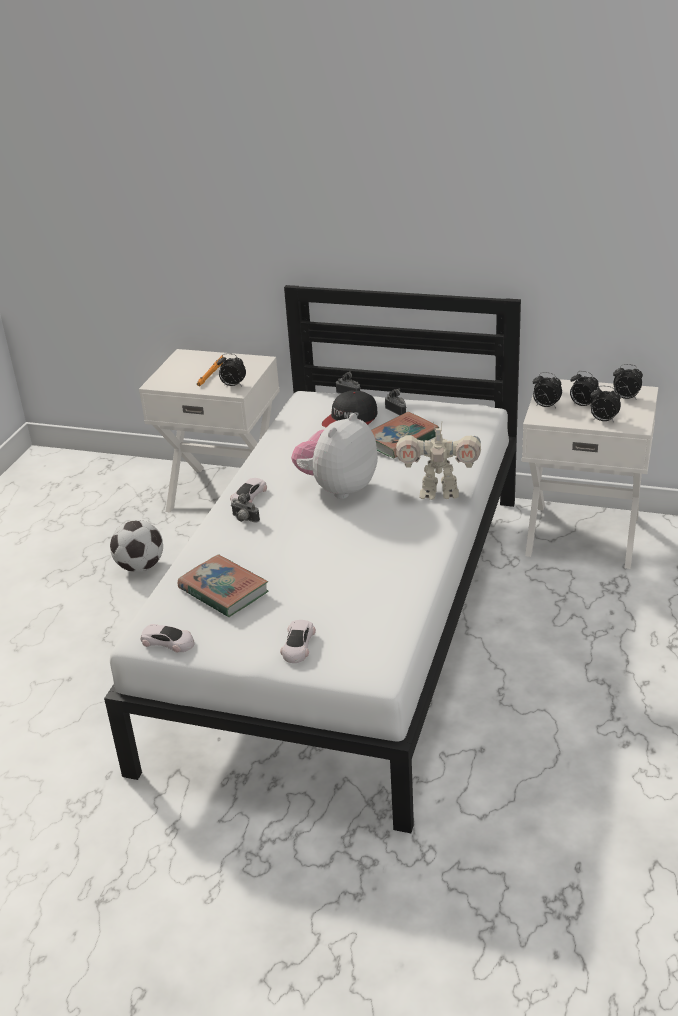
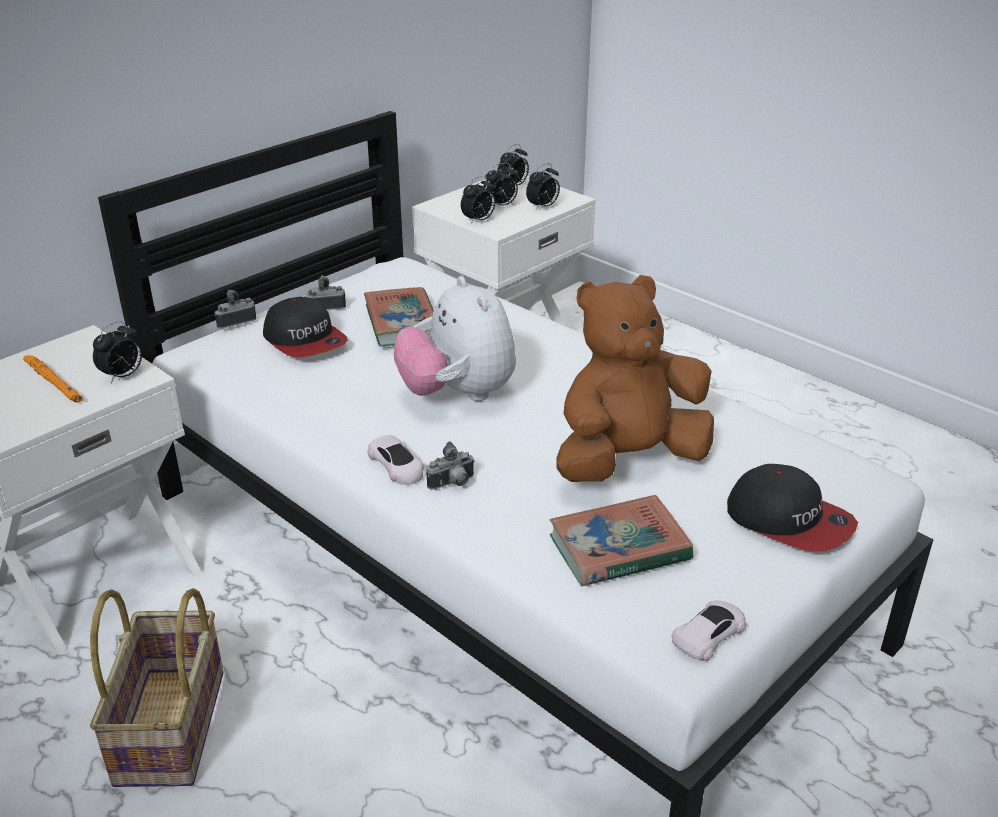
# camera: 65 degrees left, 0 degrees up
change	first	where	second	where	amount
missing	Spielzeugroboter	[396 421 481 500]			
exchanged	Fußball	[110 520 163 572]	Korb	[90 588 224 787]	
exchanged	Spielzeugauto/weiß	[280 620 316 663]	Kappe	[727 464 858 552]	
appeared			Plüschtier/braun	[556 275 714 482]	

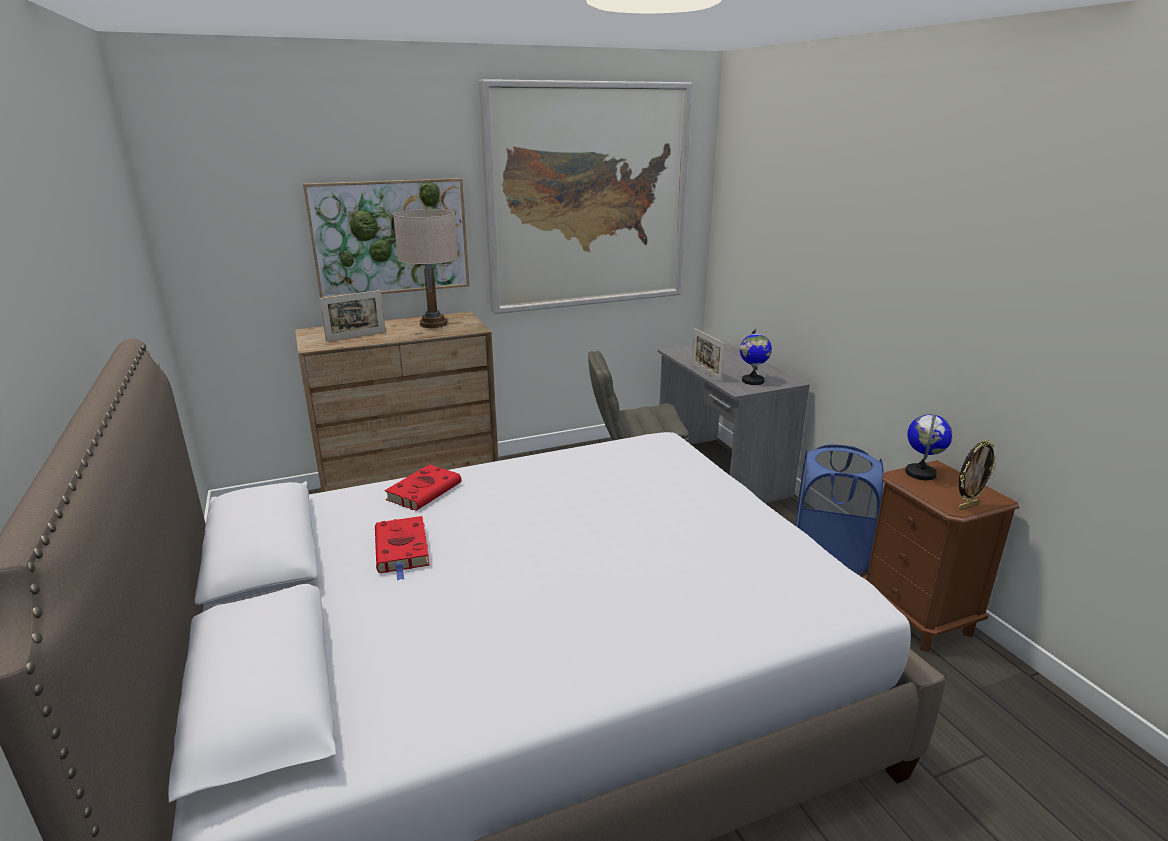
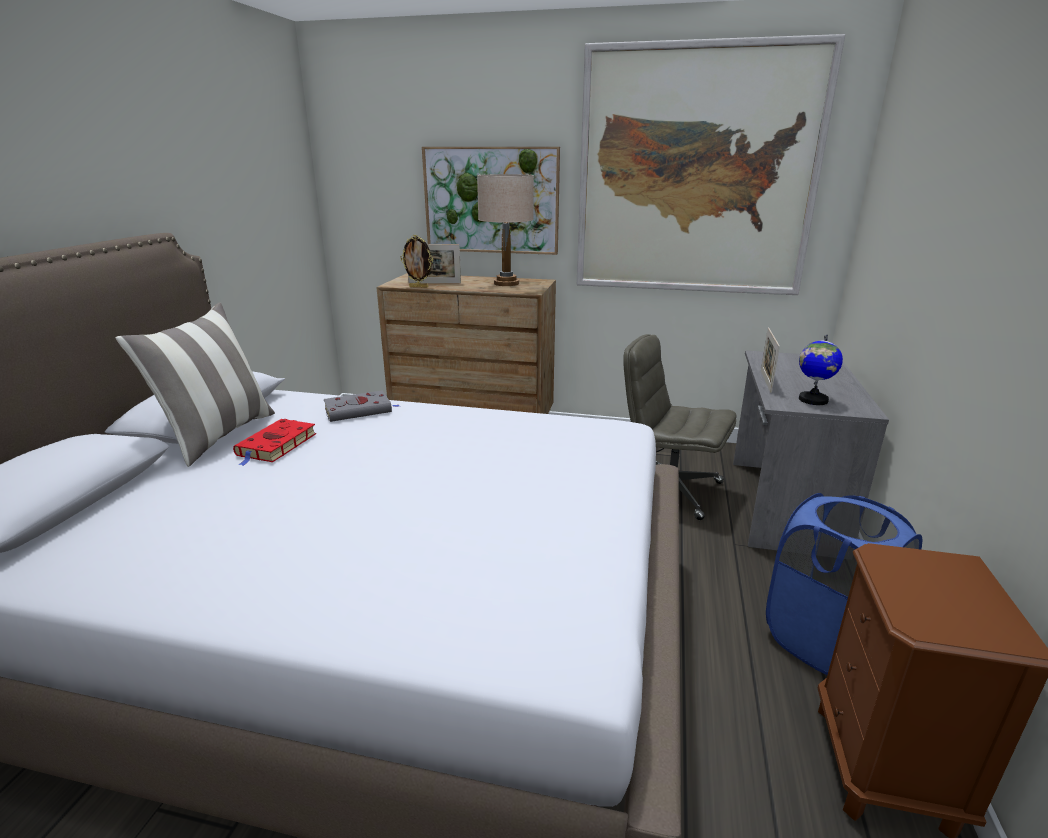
# camera: 35 degrees right, 0 degrees up
change	first	where	second	where	amount
missing	Globus	[905 414 953 480]			
relocated	Bilderrahmen	[959 440 996 510]		[400 235 433 288]	
colour	Buch/rot	[384 464 461 511]	Buch/grau	[324 390 399 422]	
appeared			Kissen	[116 303 275 467]	

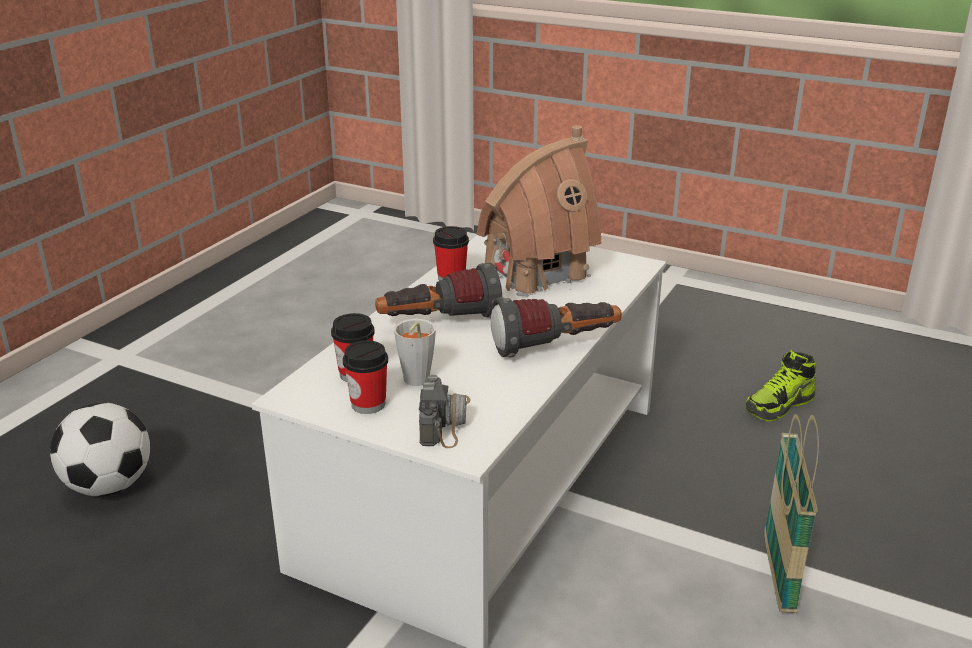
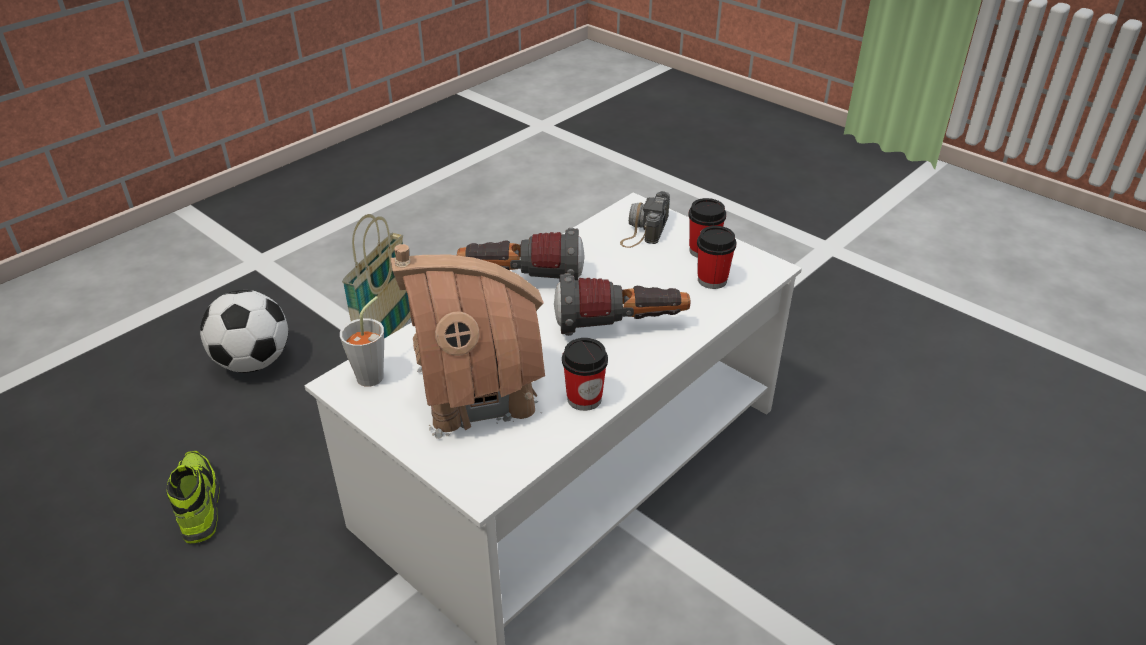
# camera: 165 degrees left, 10 degrees up
change	first	where	second	where	amount
relocated	Tasse/grau	[394 319 436 386]		[340 296 384 387]	
spun	Schuh	[746 350 816 421]		[167 451 220 543]	90 degrees counterclockwise
relocated	Fußball	[50 402 150 497]		[200 290 288 373]	

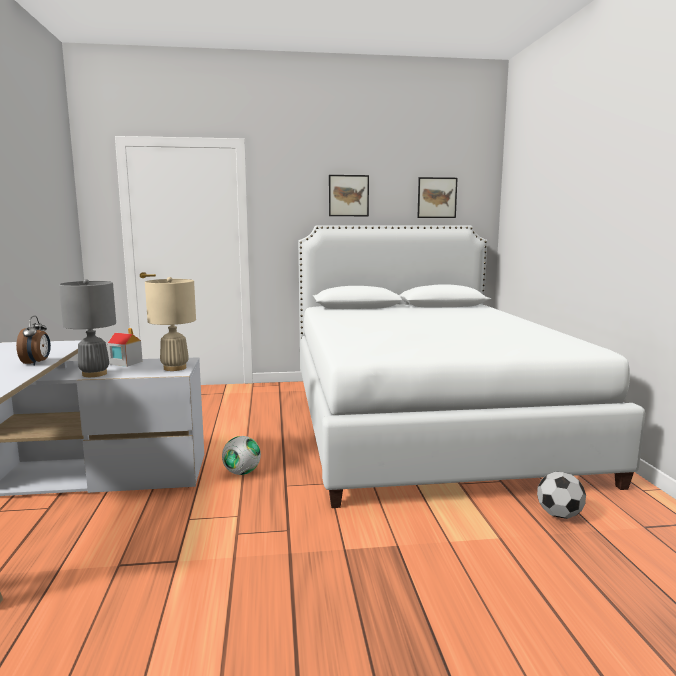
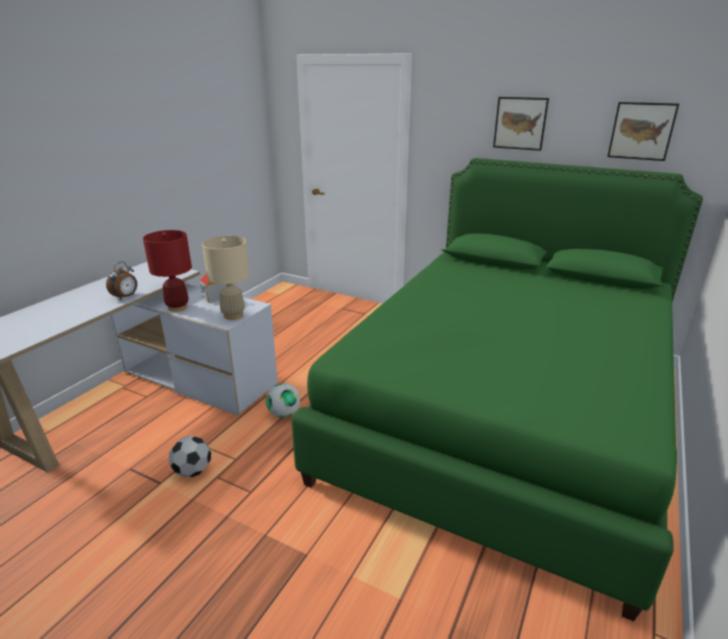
# camera: 35 degrees right, 15 degrees up
change	first	where	second	where	amount
colour	Bett/weiß	[298 225 645 508]	Bett/grün	[291 158 703 621]	
colour	Tischlampe/grau	[59 279 116 377]	Tischlampe/rot	[143 230 192 312]	
relocated	Fußball	[537 472 586 519]		[169 436 211 477]	

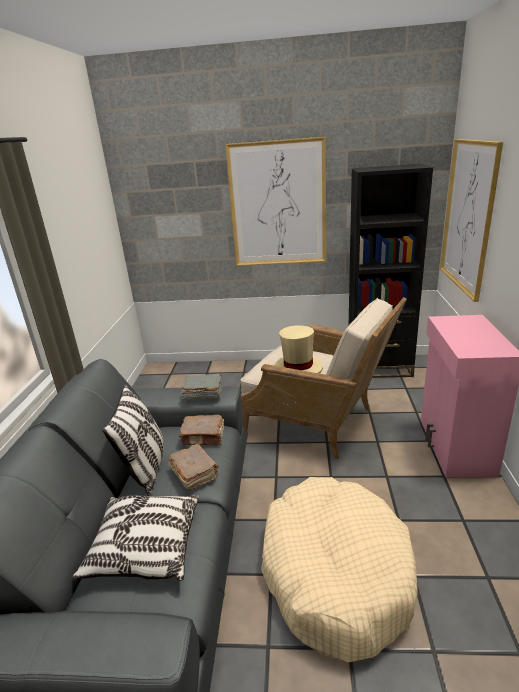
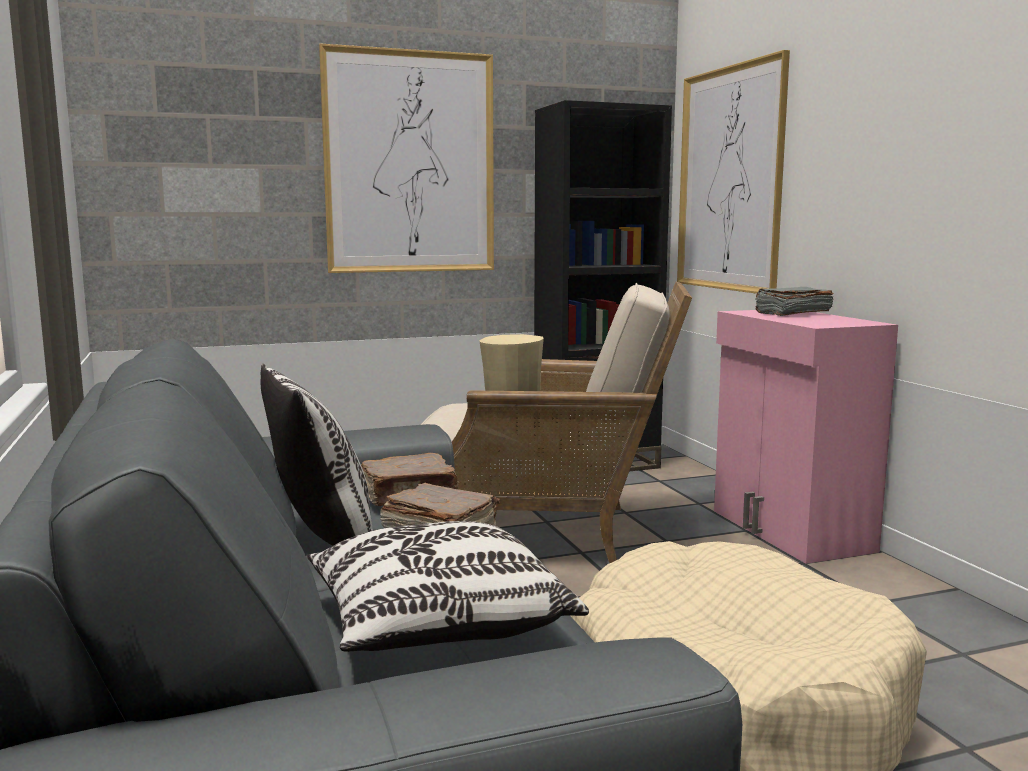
# camera: 25 degrees left, 15 degrees down
change	first	where	second	where	amount
relocated	Buch/grau	[181 374 222 401]		[756 287 834 316]	

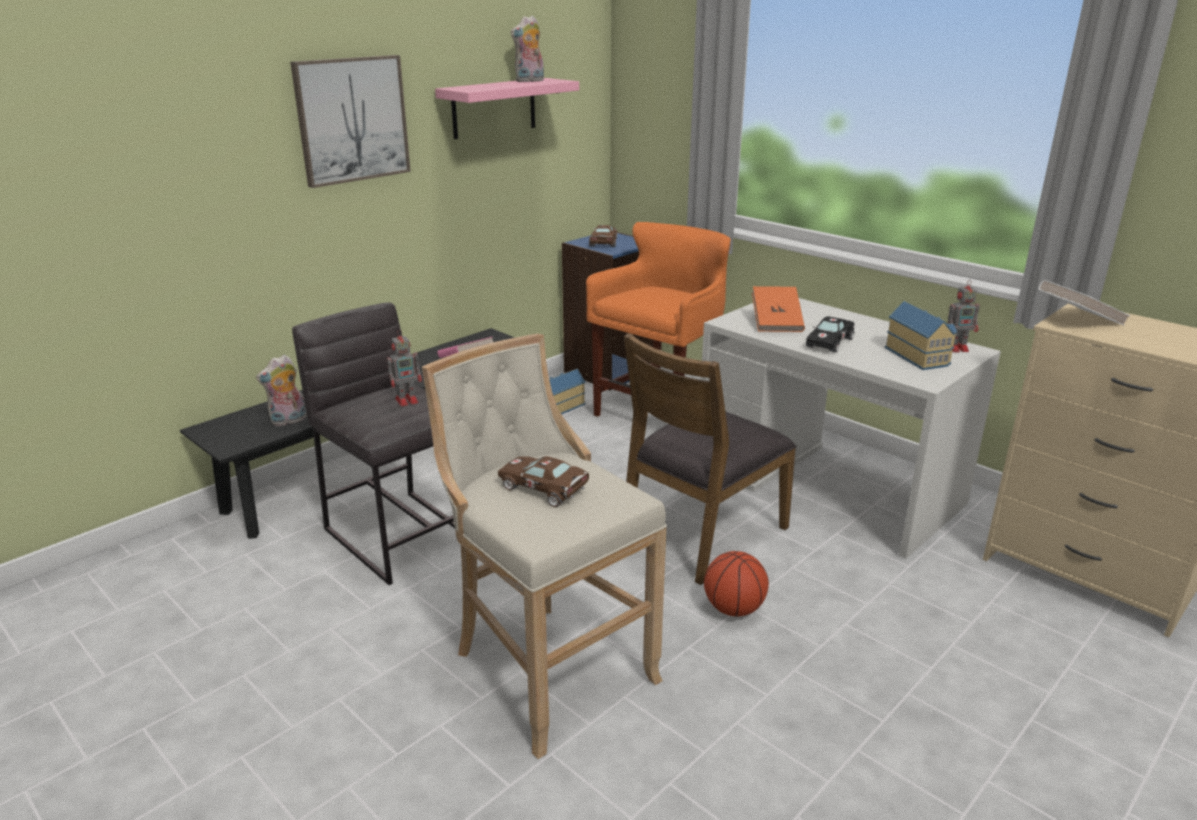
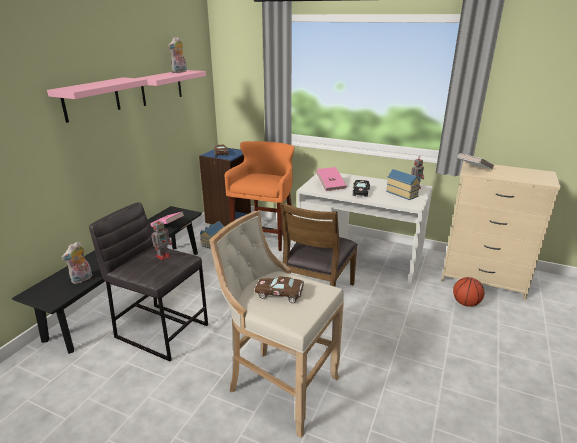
# camera: 20 degrees left, 0 degrees up
change	first	where	second	where	amount
exchanged	Bild	[290 55 411 188]	Wandregal/rosa	[47 77 148 123]	
colour	Buch/orange	[752 286 805 332]	Buch/rosa	[316 167 347 191]	
relocated	Basketball	[704 551 769 617]		[453 277 485 307]	

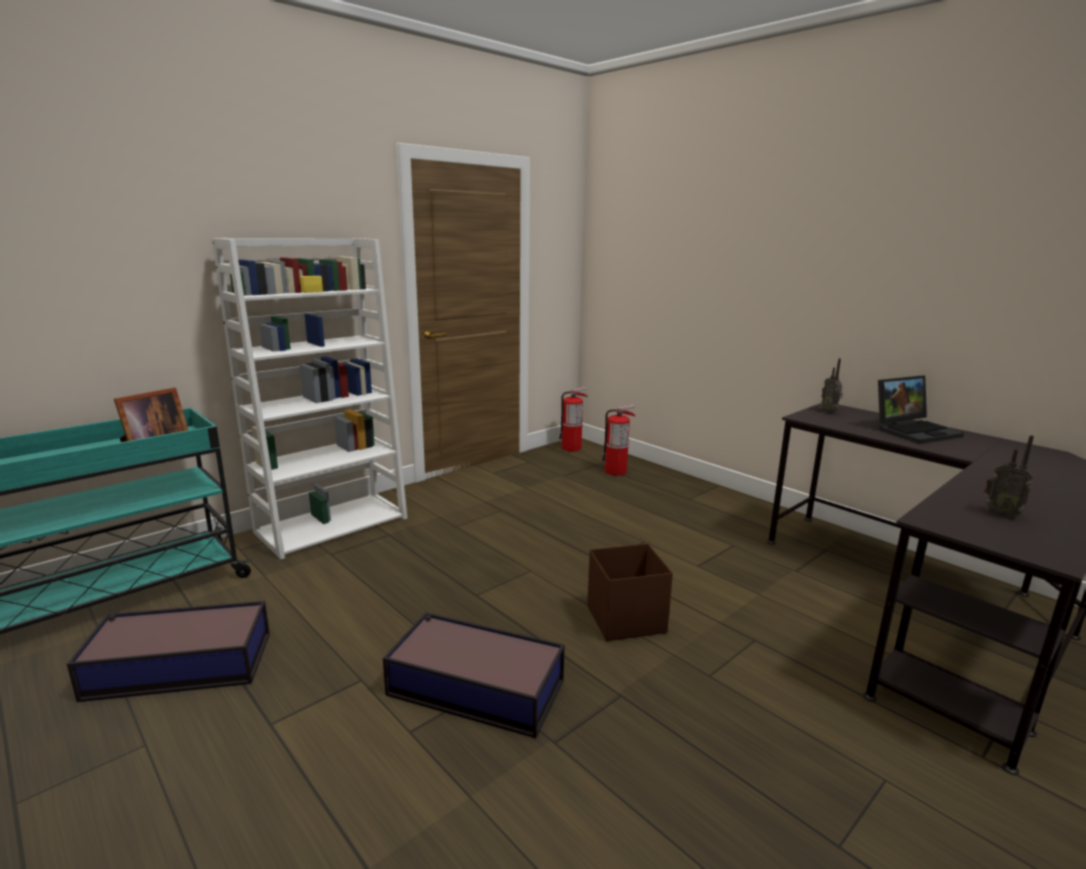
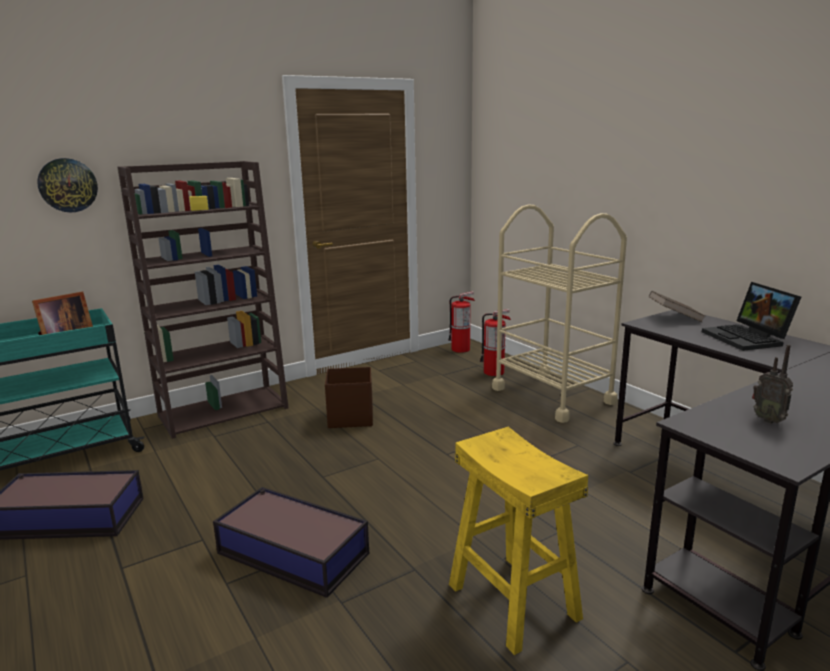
# camera: 10 degrees right, 0 degrees up
change	first	where	second	where	amount
colour	Bücherregal/weiß	[212 238 407 560]	Bücherregal/braun	[118 161 289 439]	
exchanged	Radio	[821 358 843 412]	Buch/braun	[649 291 705 322]	
spun	Laptop	[878 375 964 444]		[702 282 801 351]	90 degrees clockwise
relocated	Aufbewahrungsbox/braun	[587 543 673 641]		[325 367 373 428]	
appeared			Wanduhr	[37 158 98 213]	
appeared			Rollwagen/beige	[492 204 627 423]	
appeared			Hocker/gelb	[449 427 588 655]	

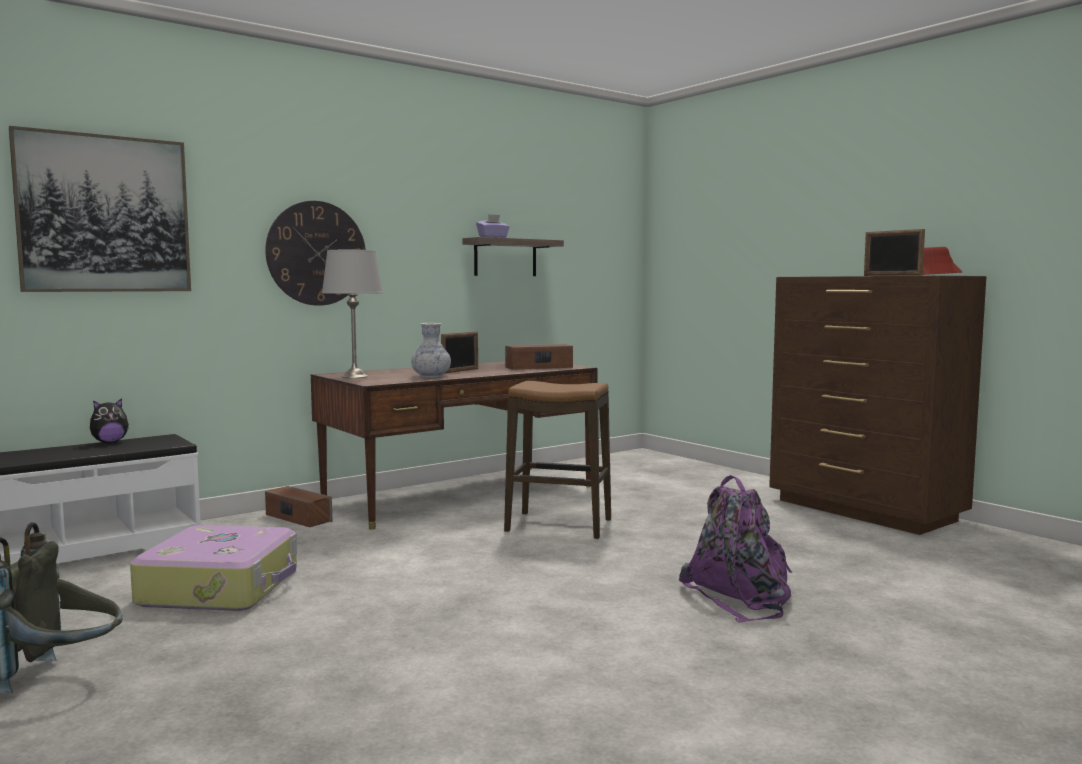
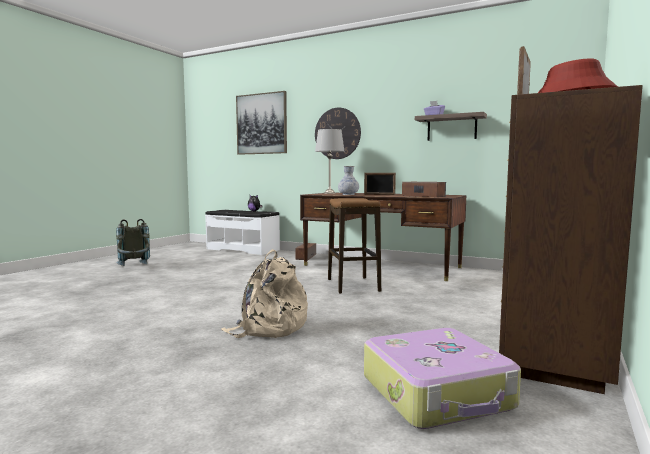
# camera: 65 degrees right, 0 degrees up
change	first	where	second	where	amount
colour	Rucksack/lila	[679 475 792 623]	Rucksack/beige	[221 249 308 338]	
relocated	Koffer	[130 525 297 611]		[364 328 521 429]	

